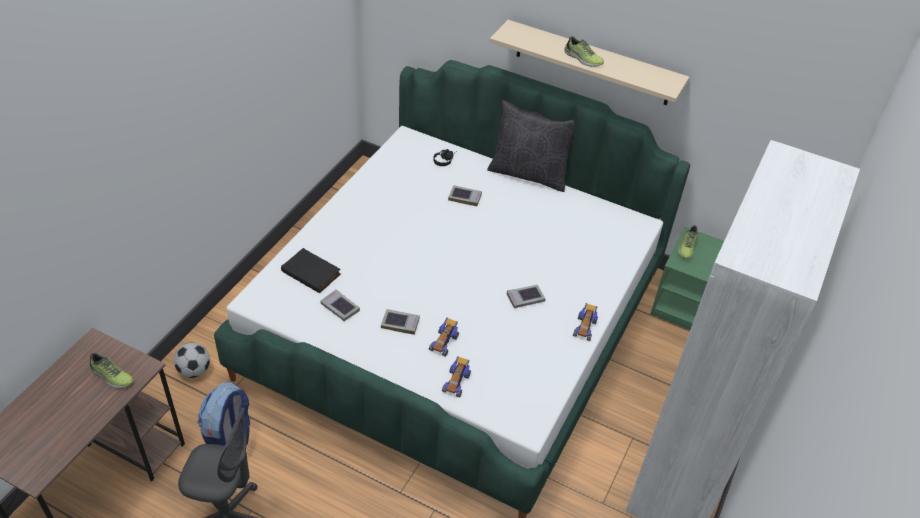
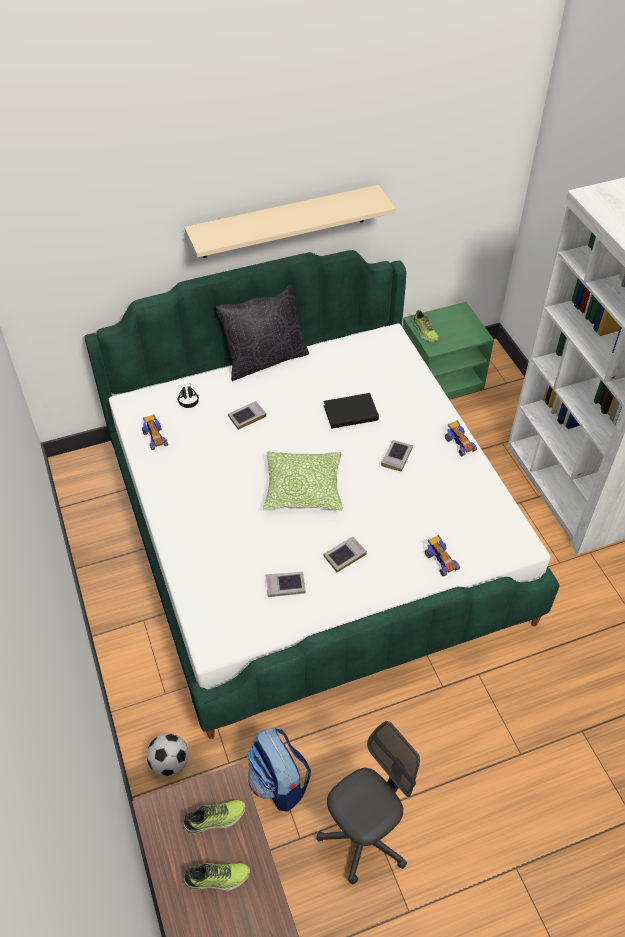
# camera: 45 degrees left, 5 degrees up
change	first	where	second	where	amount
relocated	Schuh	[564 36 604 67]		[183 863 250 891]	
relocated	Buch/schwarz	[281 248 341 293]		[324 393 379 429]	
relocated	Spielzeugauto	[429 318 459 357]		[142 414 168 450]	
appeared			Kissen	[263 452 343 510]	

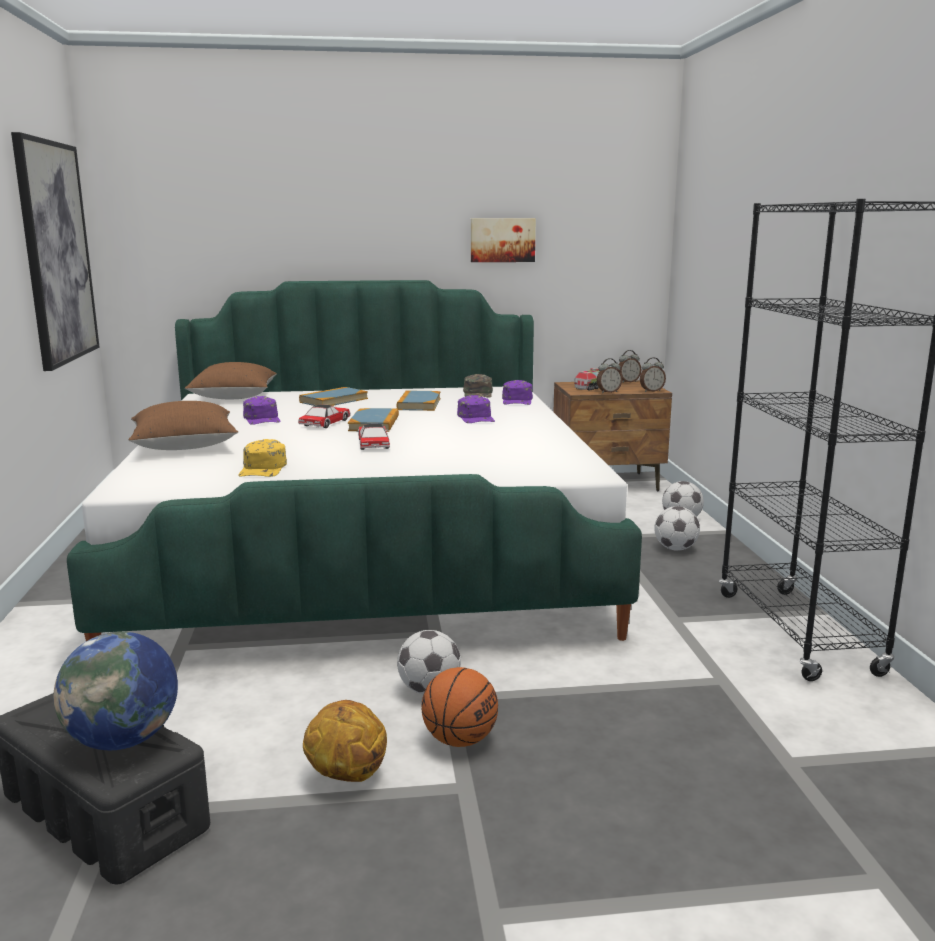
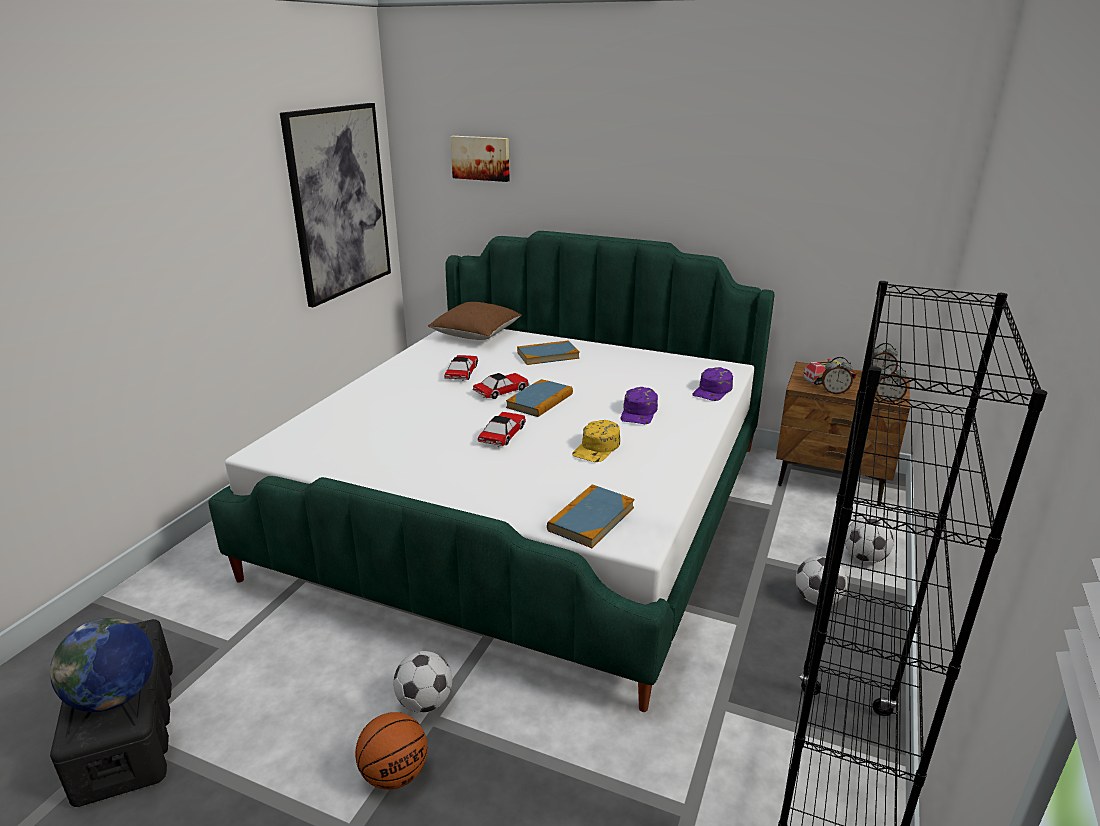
# camera: 30 degrees right, 10 degrees up
change	first	where	second	where	amount
relocated	Bild	[471 218 536 262]		[450 136 510 182]	
missing	Kappe/grün	[463 374 493 398]			
relocated	Buch	[397 390 441 411]		[547 484 634 548]	
exchanged	Kappe/lila	[243 396 280 425]	Spielzeugauto	[444 355 478 381]	
missing	Kissen/braun	[128 401 238 450]			
relocated	Kappe/gelb	[238 439 287 477]		[572 420 620 462]	
missing	Basketball	[303 700 387 782]			

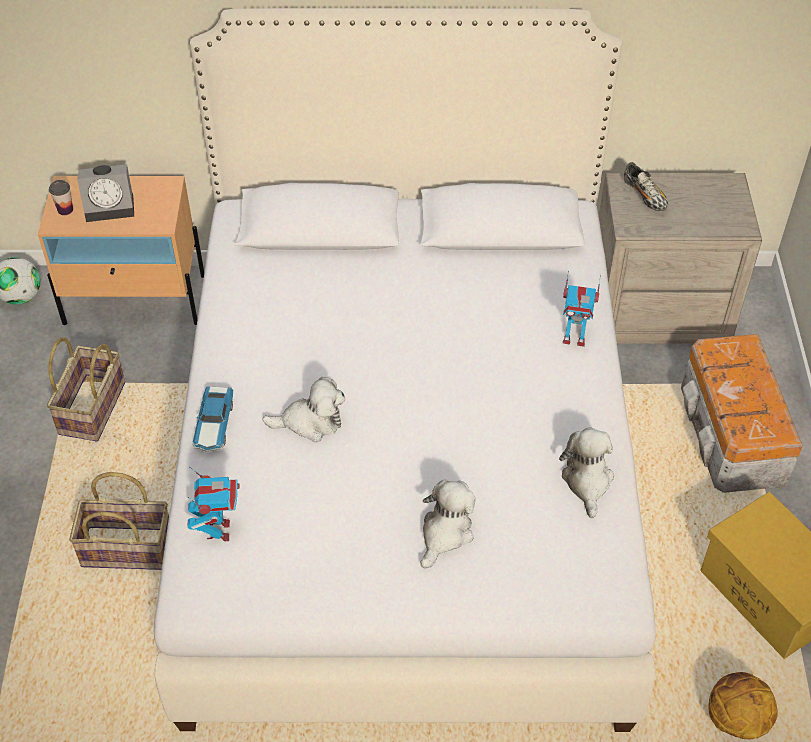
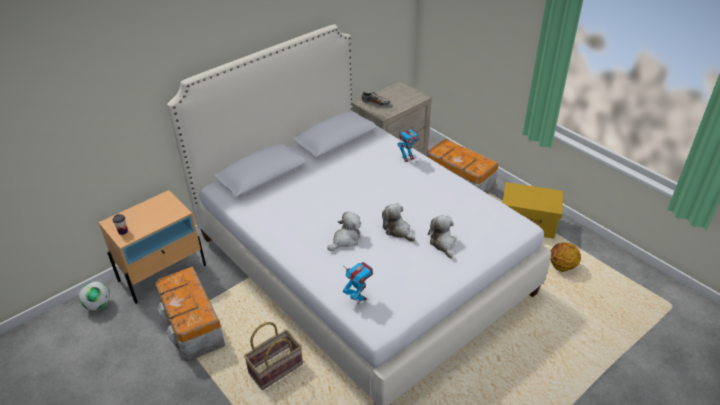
# camera: 40 degrees left, 10 degrees down
change	first	where	second	where	amount
missing	Wecker	[77 164 134 222]			
exchanged	Korb	[47 337 125 441]	Aufbewahrungsbox	[155 266 225 361]	
missing	Spielzeugauto	[193 386 233 452]			
relocated	Plüschtier	[559 427 614 518]		[382 203 415 242]	

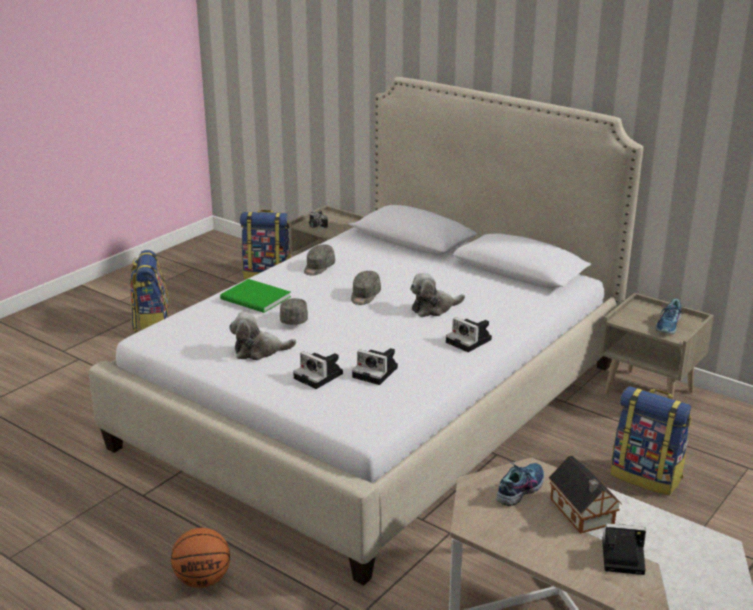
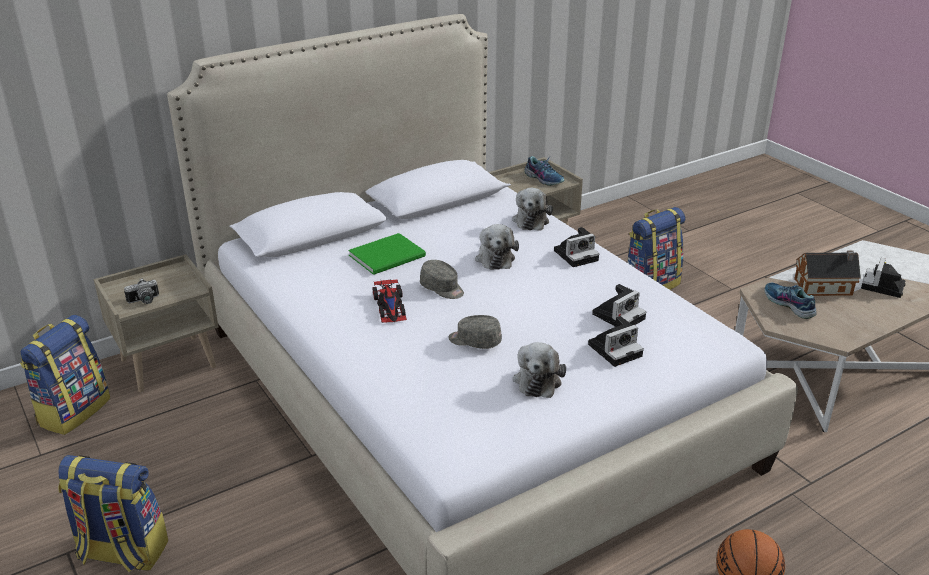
# camera: 70 degrees left, 5 degrees up
change	first	where	second	where	amount
missing	Kappe/grau	[304 244 335 275]			
relocated	Buch/grün	[220 279 291 313]		[348 233 426 275]	
appeared			Plüschtier	[512 188 553 231]	
appeared			Spielzeugauto	[373 279 407 323]	

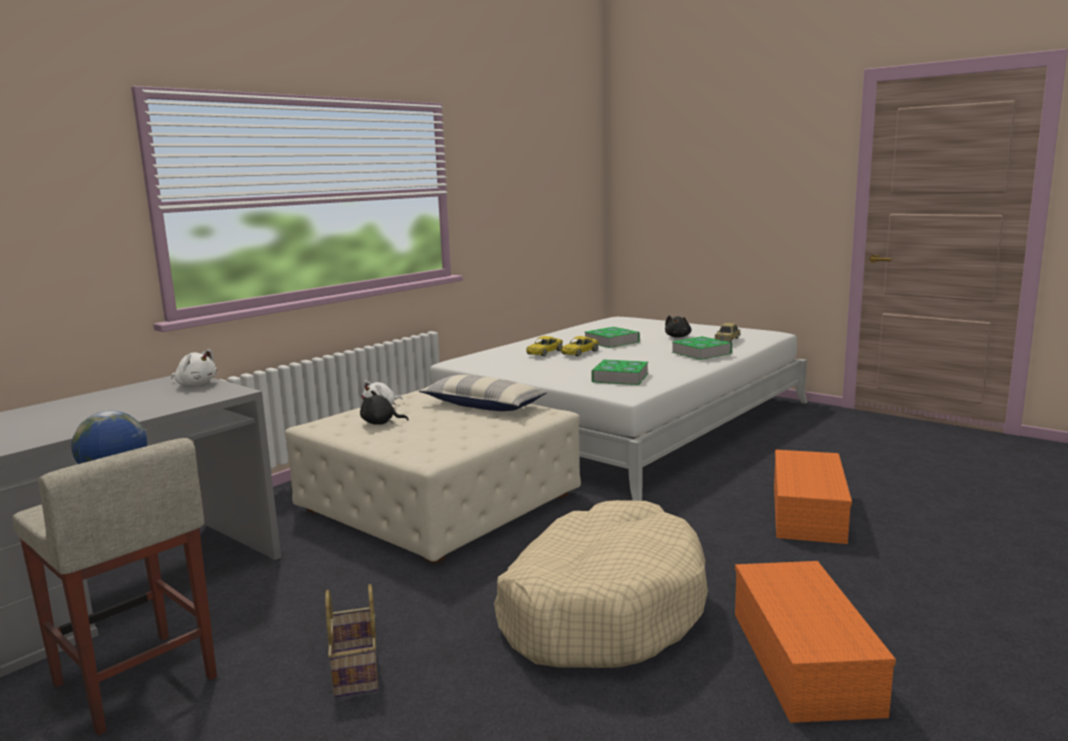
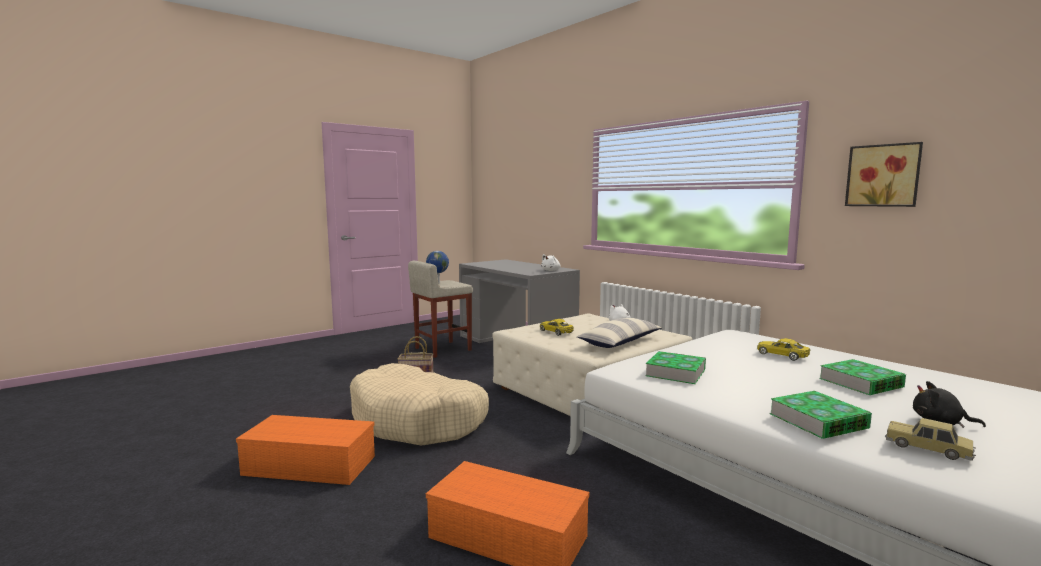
# camera: 100 degrees right, 5 degrees down
change	first	where	second	where	amount
relocated	Spielzeugauto/gelb	[561 336 599 357]		[540 319 574 336]	
missing	Plüschtier/schwarz	[360 390 409 425]			
appeared			Bild	[845 142 923 207]	

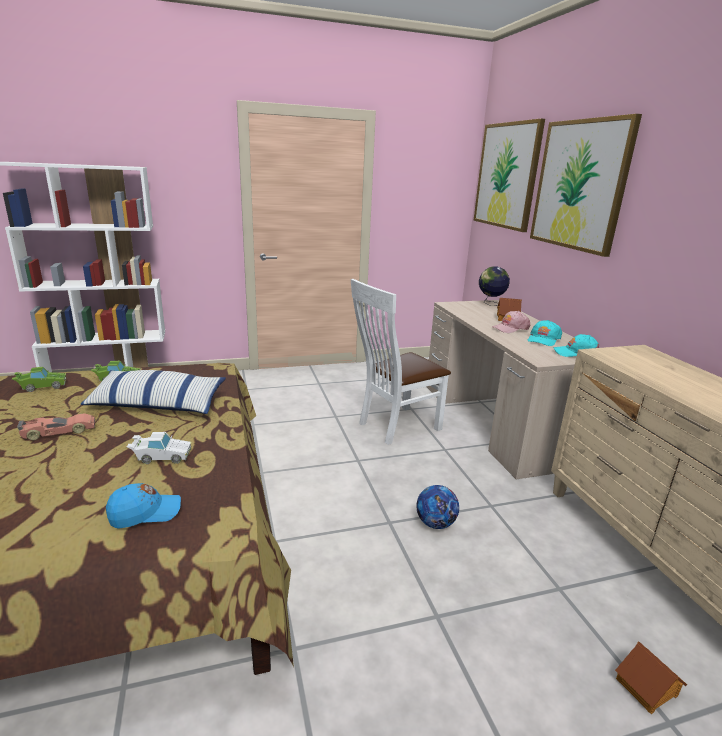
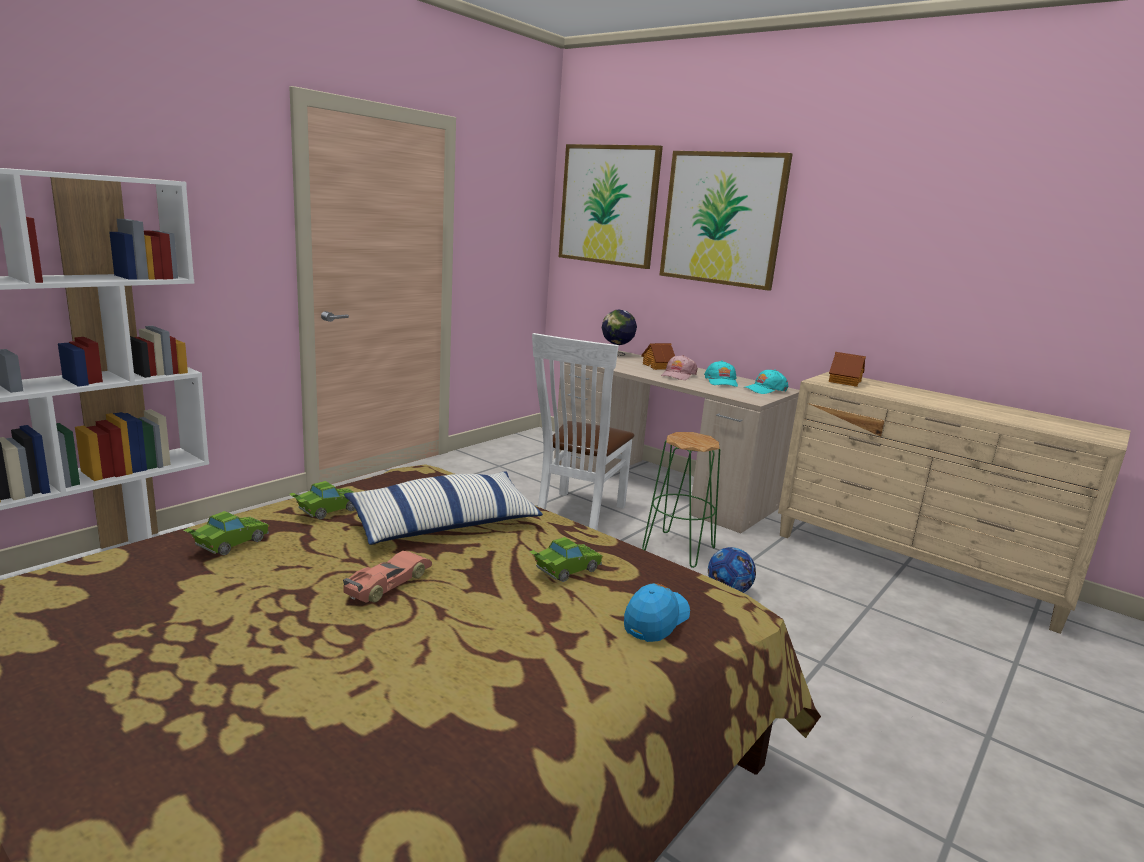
# camera: 35 degrees left, 5 degrees down
change	first	where	second	where	amount
colour	Spielzeugauto/weiß	[127 432 191 464]	Spielzeugauto/grün	[529 537 603 582]	
relocated	Spielzeughaus	[615 641 687 714]		[829 352 866 387]	
appeared			Hocker/grün	[642 432 720 568]	

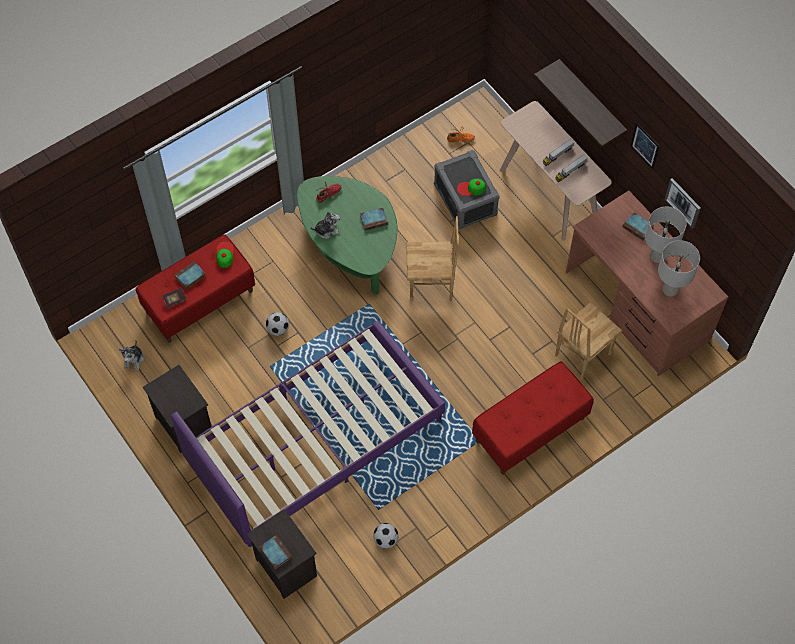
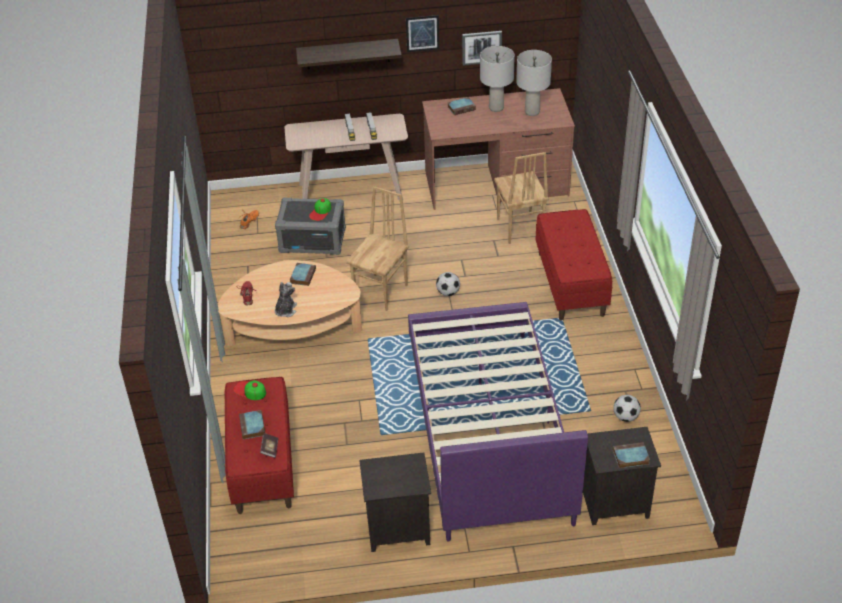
# camera: 60 degrees left, 20 degrees down
change	first	where	second	where	amount
colour	Couchtisch/grün	[297 176 398 295]	Couchtisch/beige	[218 260 362 346]	
relocated	Fußball	[266 312 289 336]		[436 272 460 296]	
missing	Plüschtier	[119 341 144 370]			

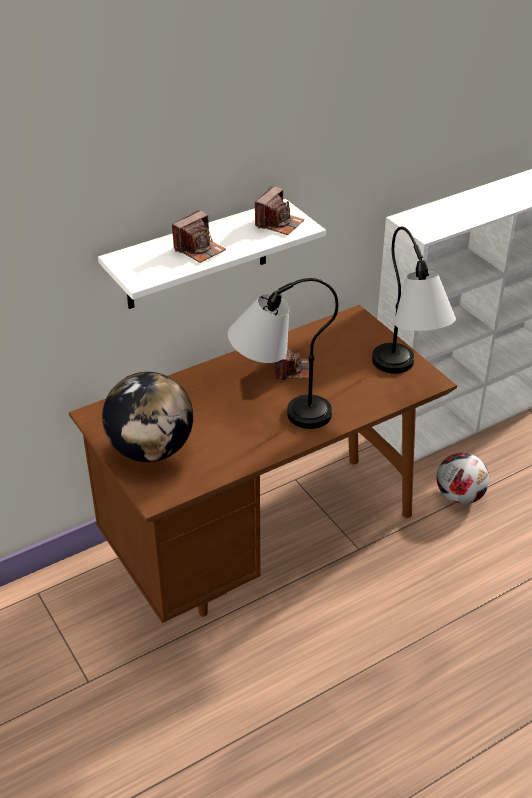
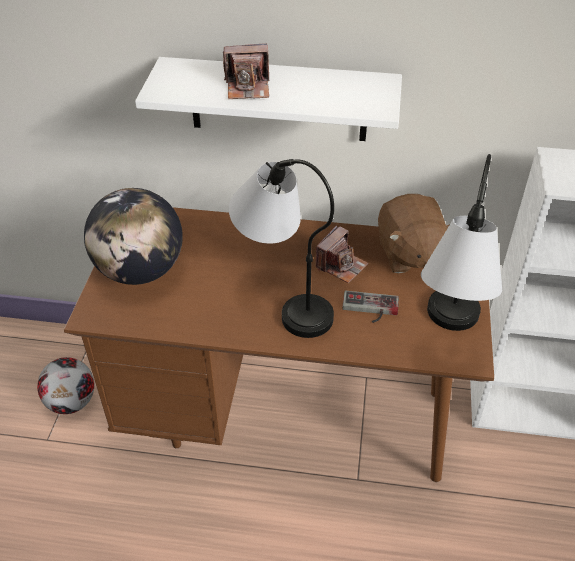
# camera: 40 degrees right, 5 degrees up
change	first	where	second	where	amount
missing	Kamera	[255 186 304 235]			
relocated	Fußball	[437 452 489 504]		[37 357 94 414]	
appeared			Plüschtier/braun	[378 194 450 273]	
appeared			Gamepad	[342 291 399 323]	

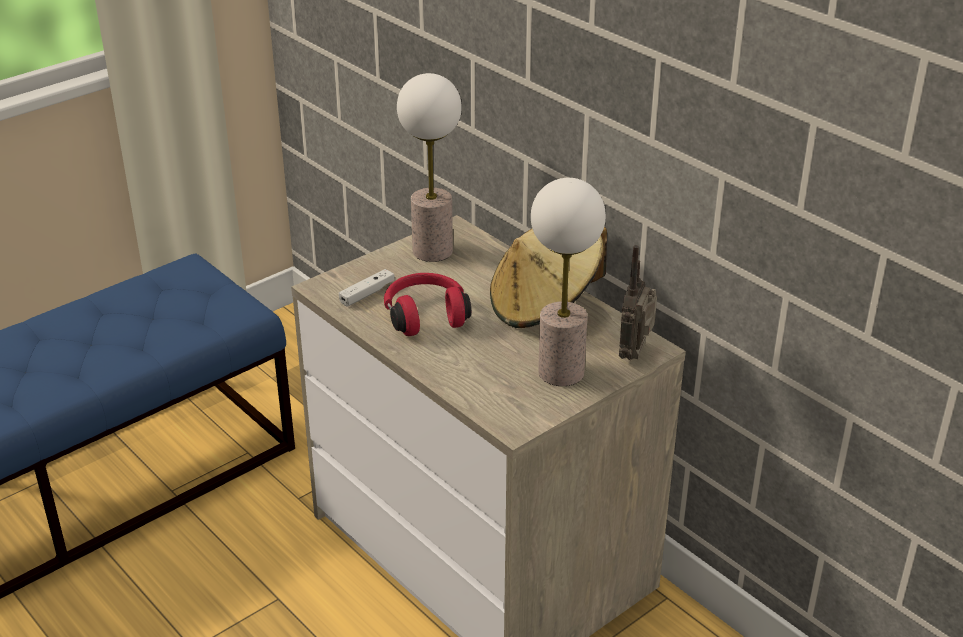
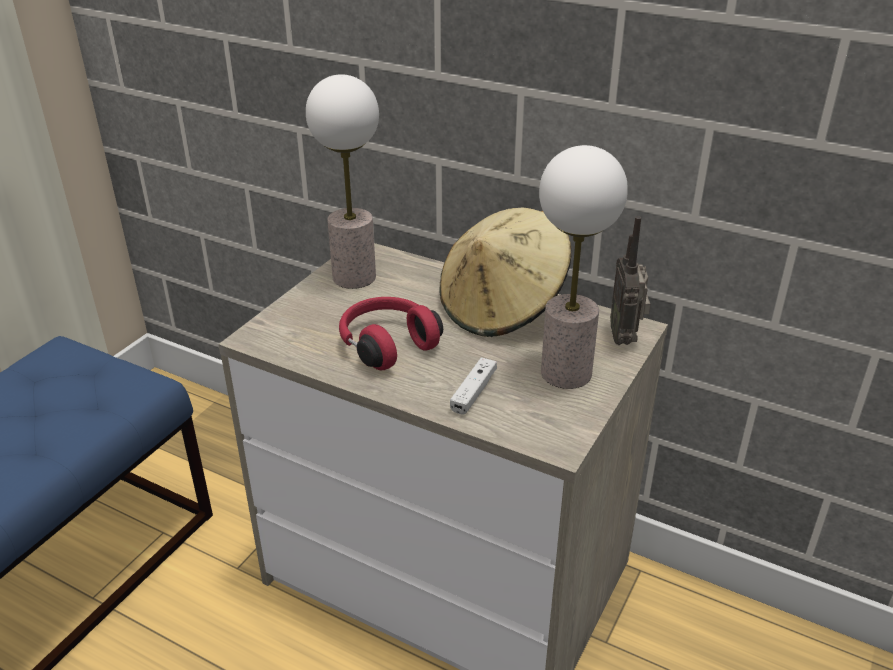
# camera: 20 degrees left, 0 degrees up
change	first	where	second	where	amount
relocated	Gamepad/weiß	[339 269 395 307]		[450 357 497 415]	

